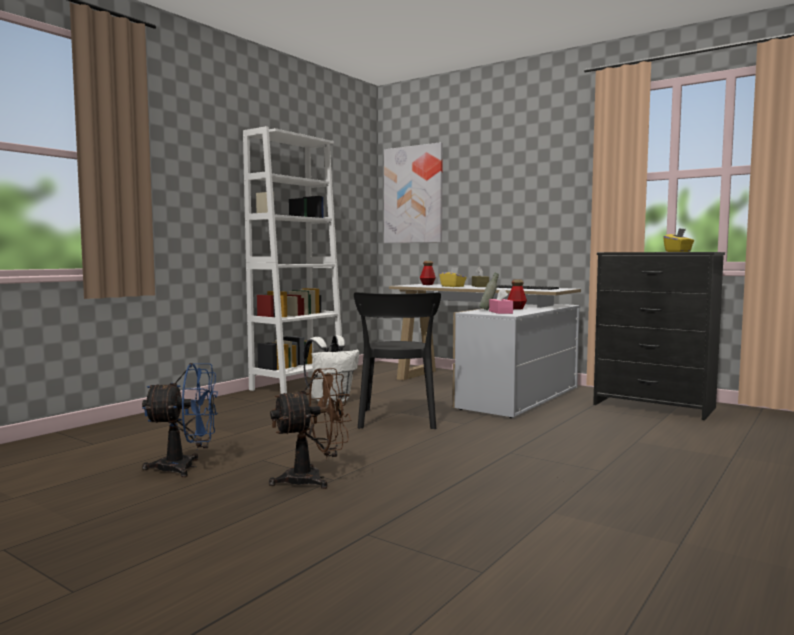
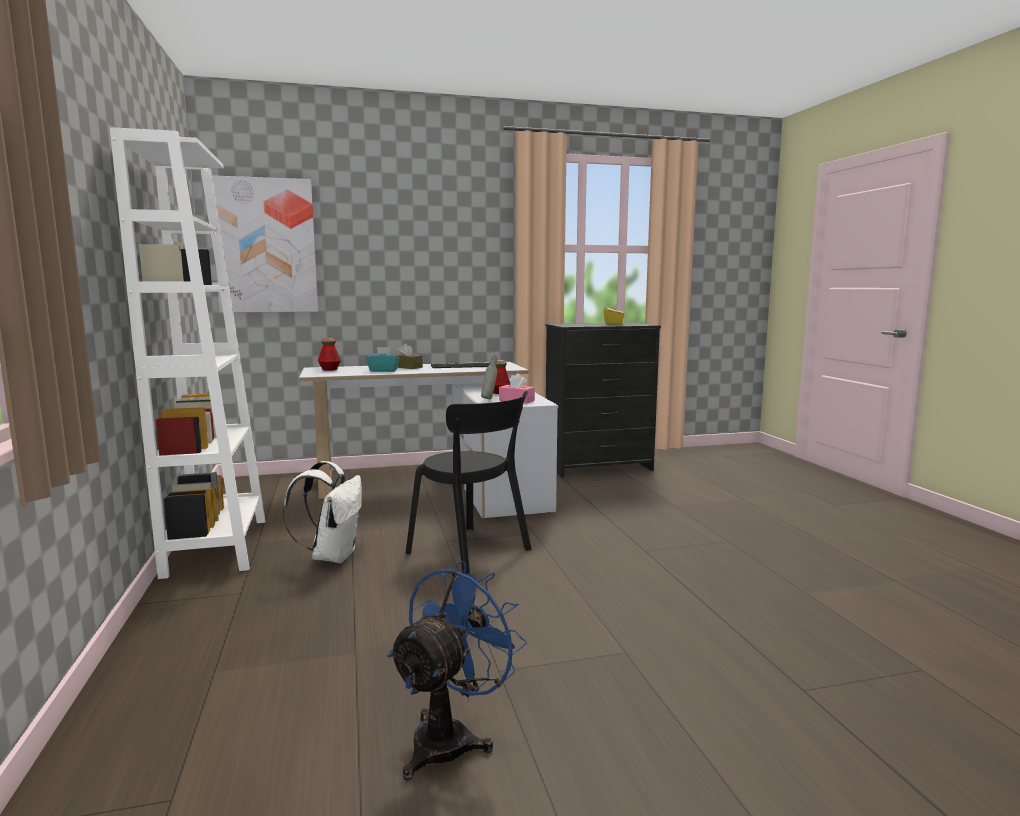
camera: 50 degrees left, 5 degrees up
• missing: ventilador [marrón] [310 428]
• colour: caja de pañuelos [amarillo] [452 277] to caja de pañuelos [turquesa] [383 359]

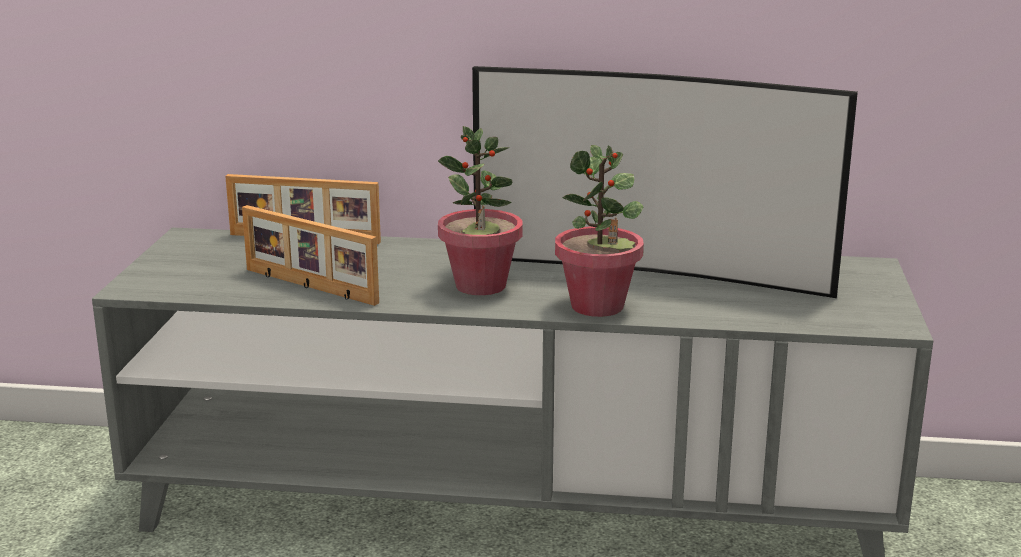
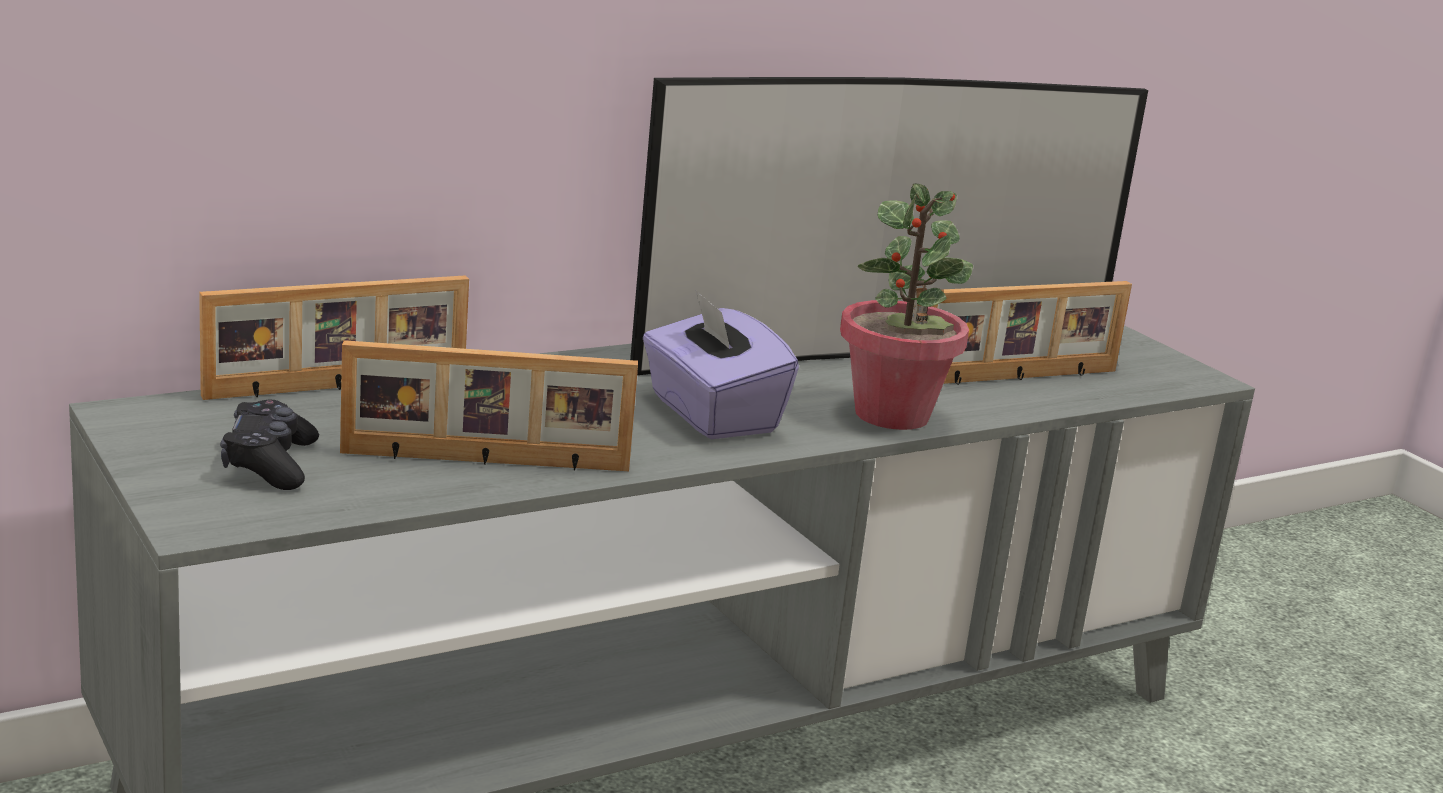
camera: 40 degrees left, 0 degrees up
• exchanged: planta en maceta [480 210] to caja de pañuelos [morado] [721 364]
• appeared: mando de consola [negro] [269 444]
• appeared: portarretratos [1032 333]

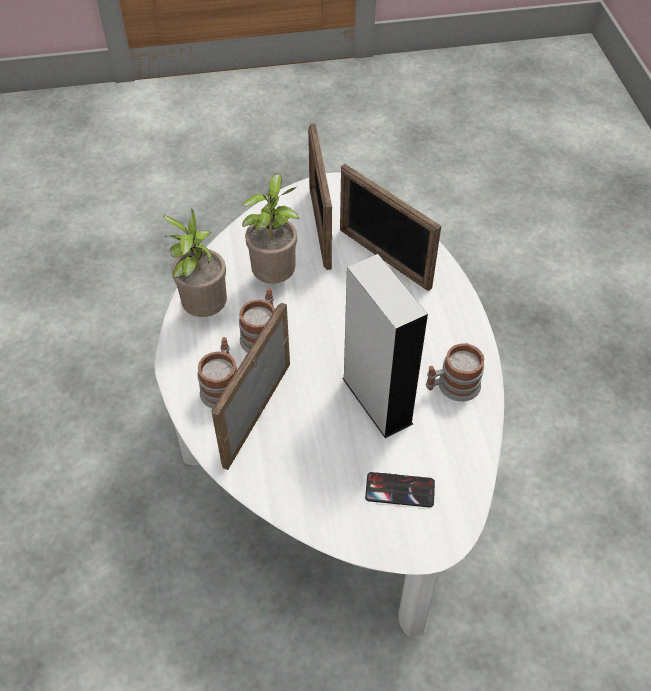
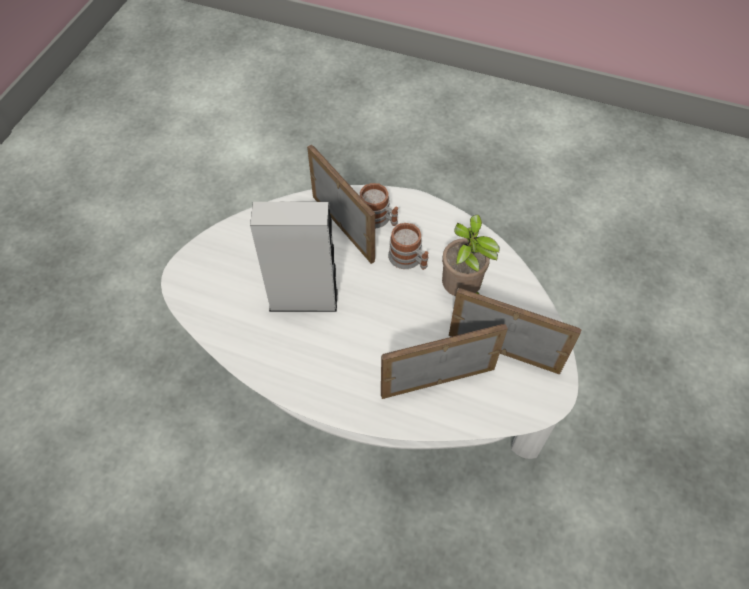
camera: 120 degrees right, 5 degrees up
• missing: planta en maceta [195 263]
• missing: móvil [400 489]
• missing: taza grande [455 372]

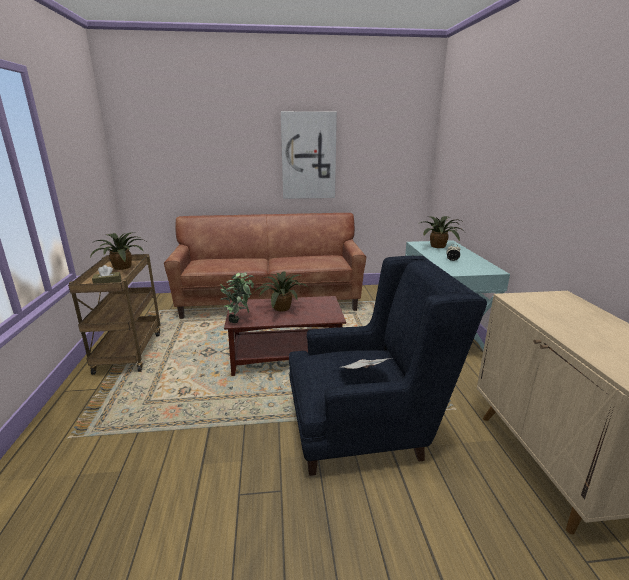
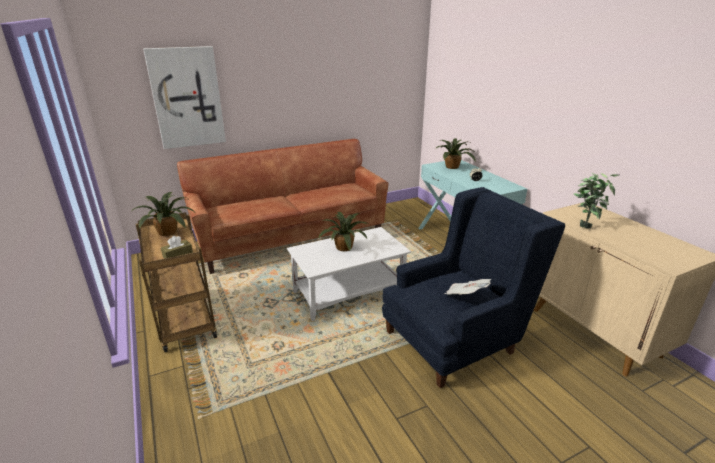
camera: 20 degrees left, 5 degrees up
• relocated: planta en maceta [237 297] to [596 201]
• colour: mesa de centro [marrón] [285 336] to mesa de centro [blanco] [349 274]
• relocated: cuadro [309 155] to [184 97]

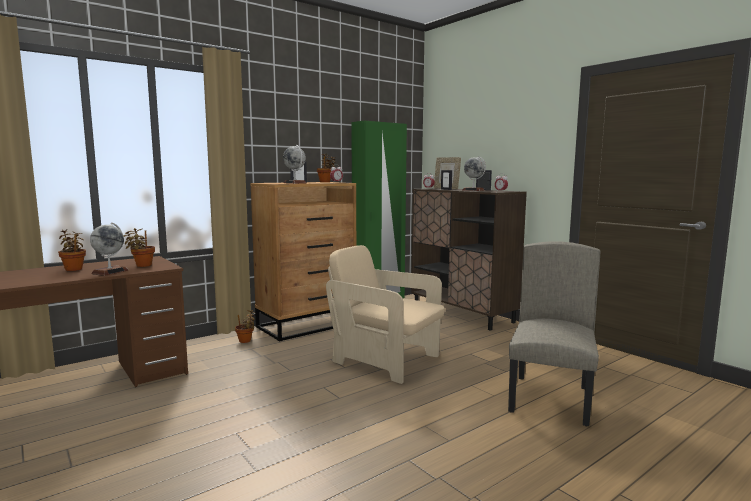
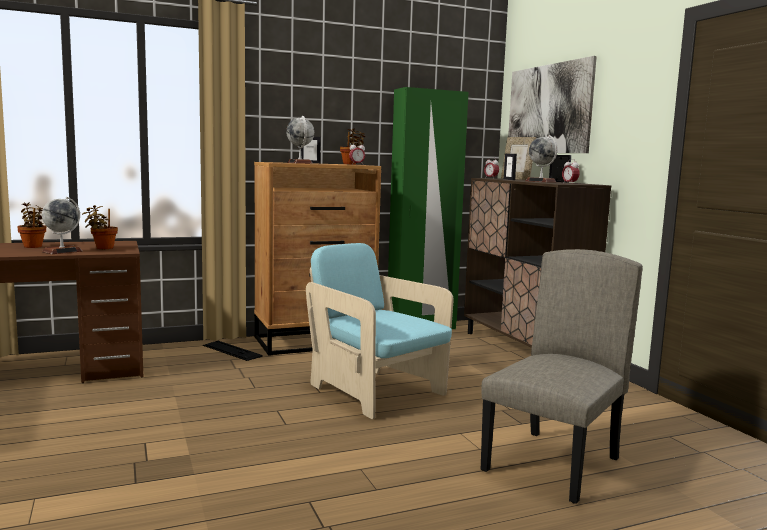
camera: 15 degrees right, 0 degrees up
• exchanged: planta en maceta [245 326] to teclado [232 351]
• colour: sillón [beis] [385 314] to sillón [turquesa] [380 331]
• appeared: cuadro [552 104]

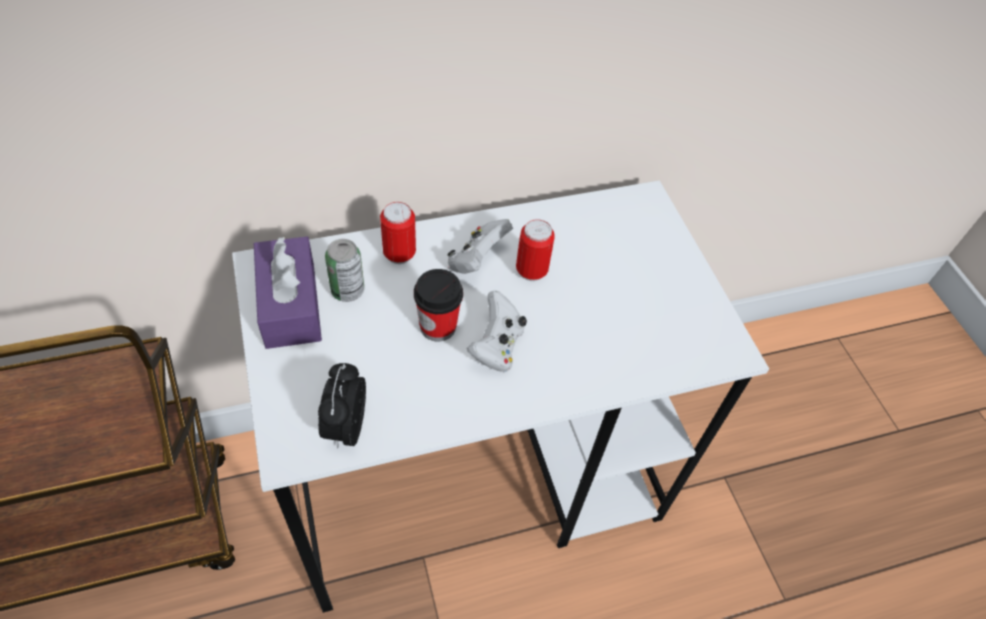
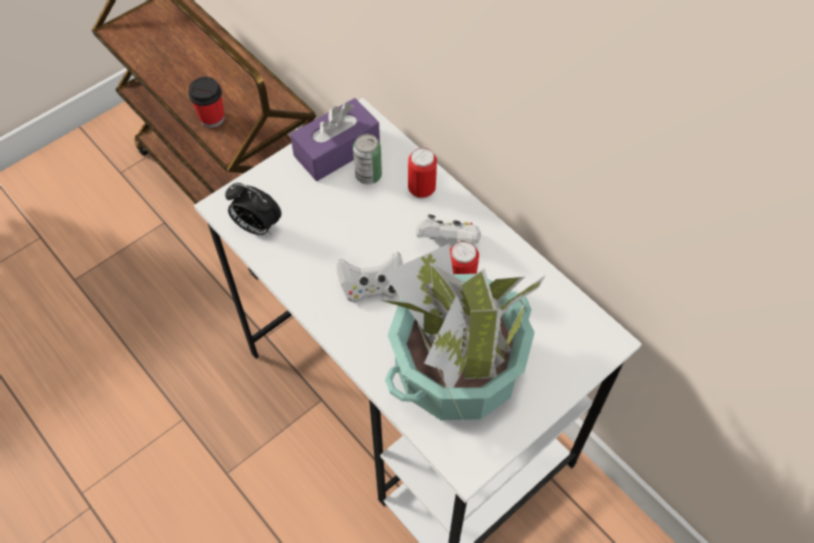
camera: 70 degrees right, 5 degrees up
• spun: despertador [342 406] = [253 209] 135 degrees counterclockwise
• relocated: taza [438 305] to [206 102]
• appeared: planta en maceta [463 333]

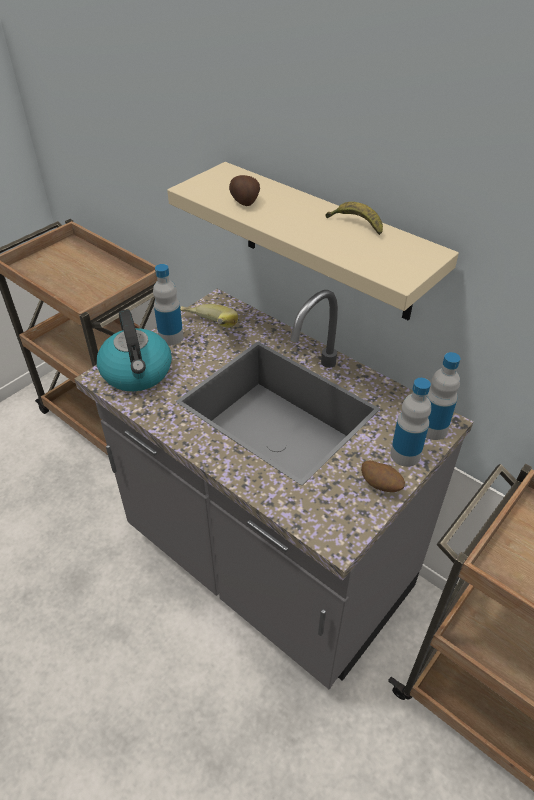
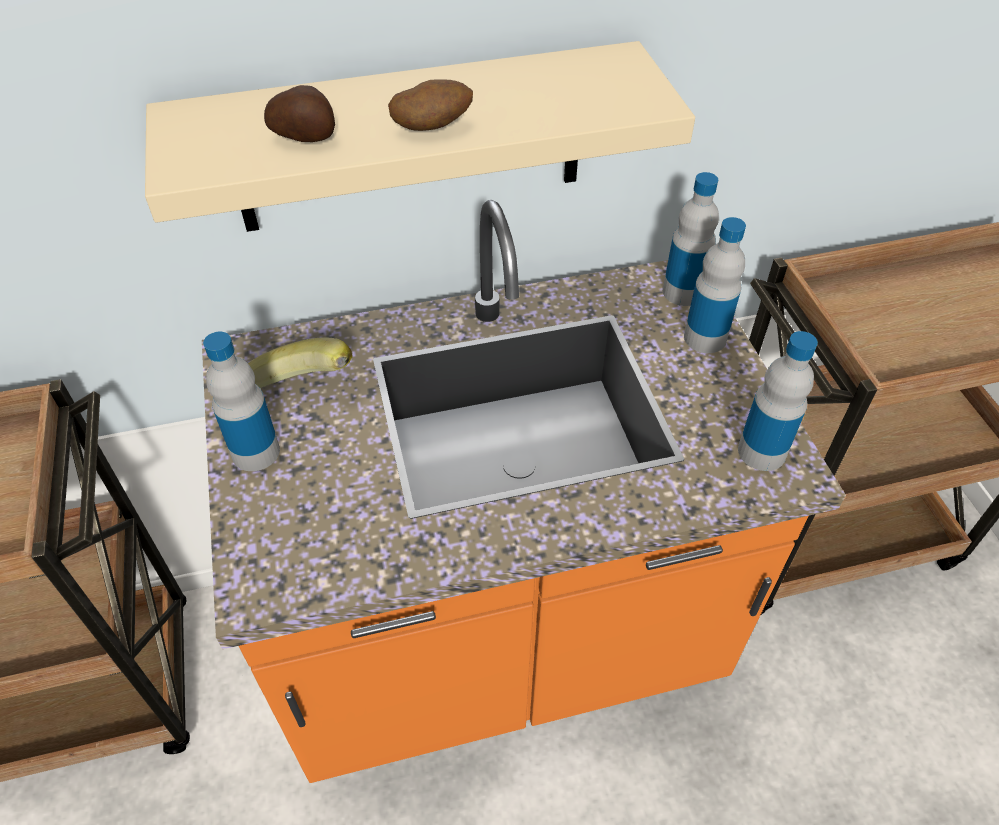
camera: 55 degrees left, 5 degrees up
• colour: mueble bajo de cocina [gris] [274 489] to mueble bajo de cocina [naranja] [524 491]
• missing: hervidor [134 350]
• missing: plátano [354 218]
• relocated: patata [383 476] to [430 105]
• appeared: botella [778 401]

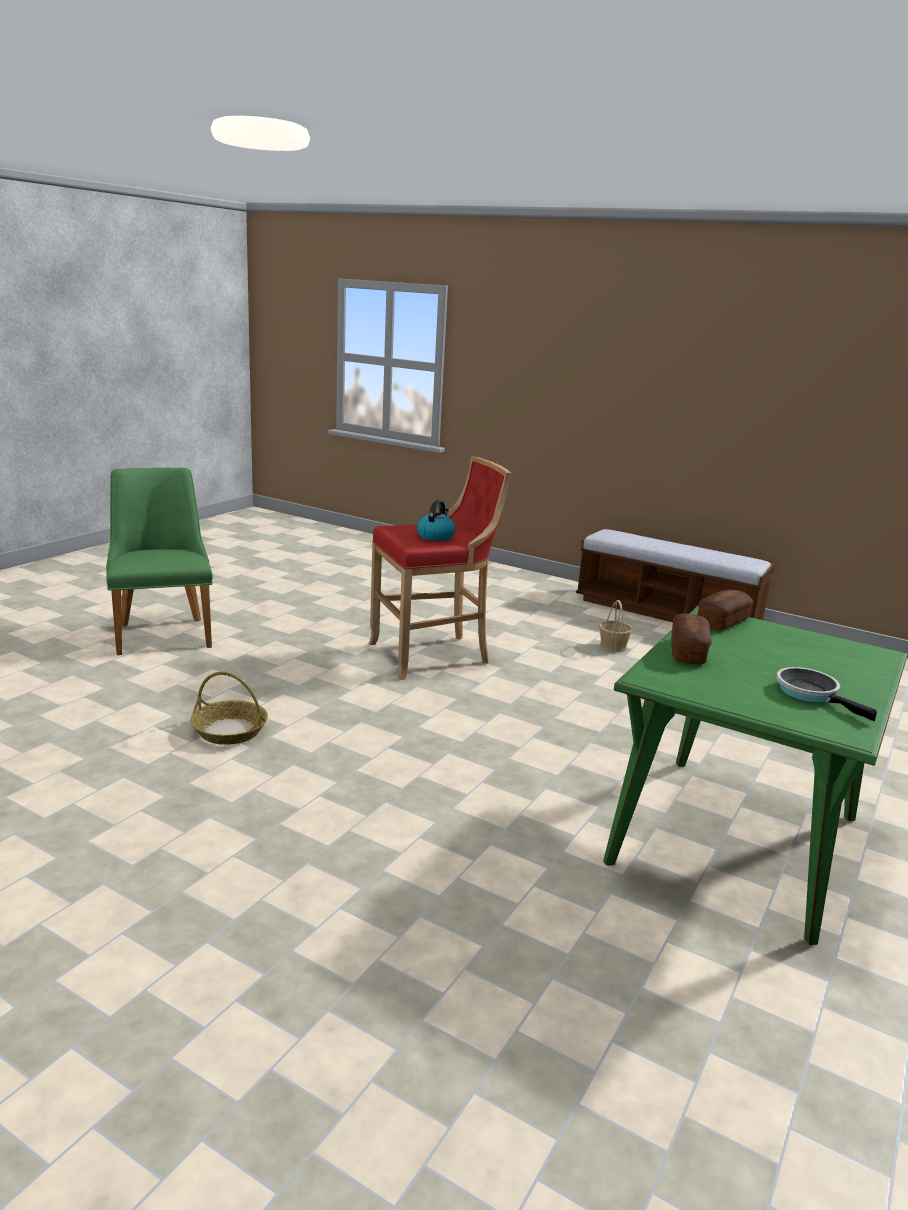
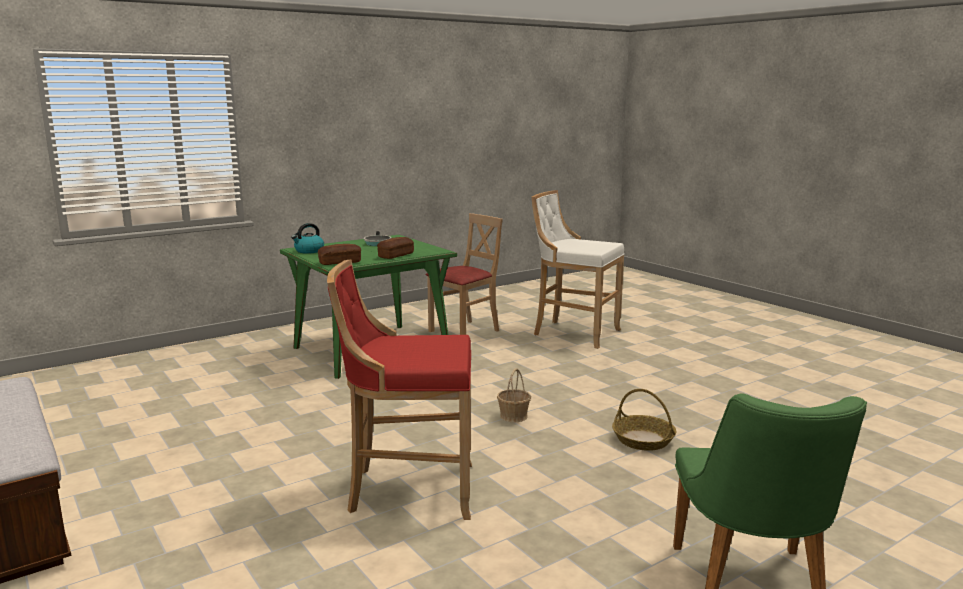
camera: 155 degrees left, 5 degrees down
• relocated: hervidor [436 520] to [307 238]
• relocated: cesta [616 626] to [514 395]
• appeared: silla [beis] [464 274]
• appeared: taburete [blanco] [577 269]

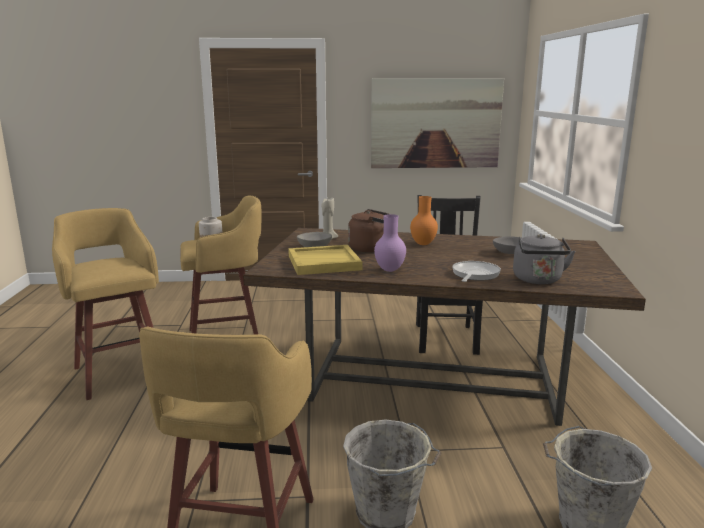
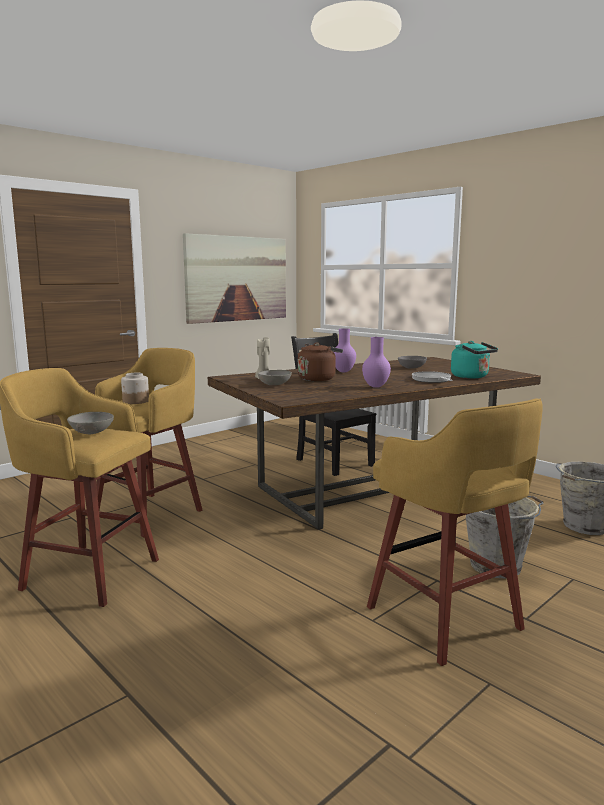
camera: 40 degrees left, 5 degrees down
• missing: bandeja [amarillo] [325 260]
• colour: florero [naranja] [424 220] to florero [morado] [345 350]
• colour: hervidor [gris] [544 259] to hervidor [turquesa] [474 359]
• appeared: cuenco [gris] [90 423]

